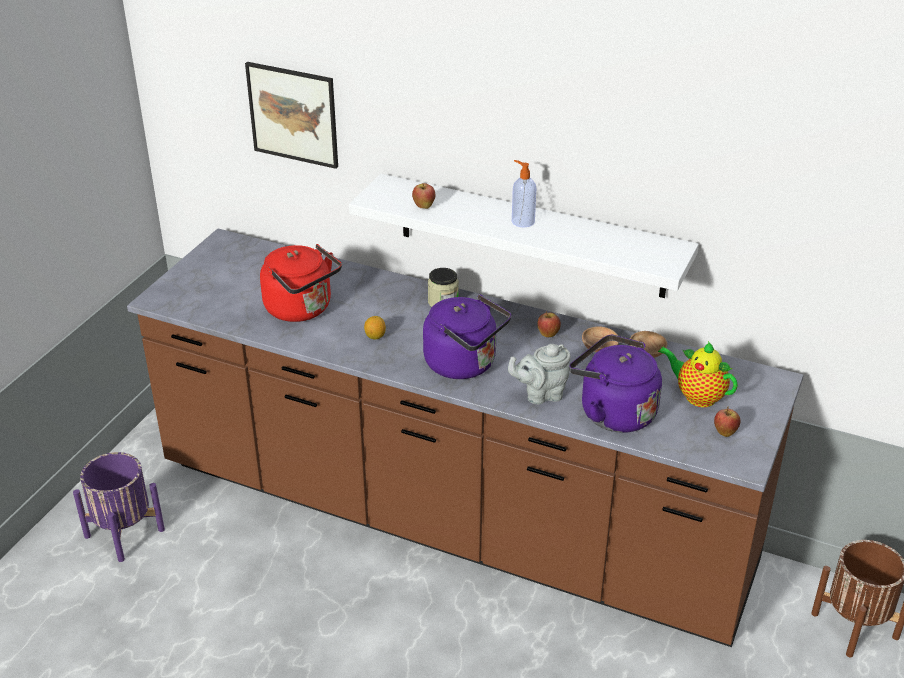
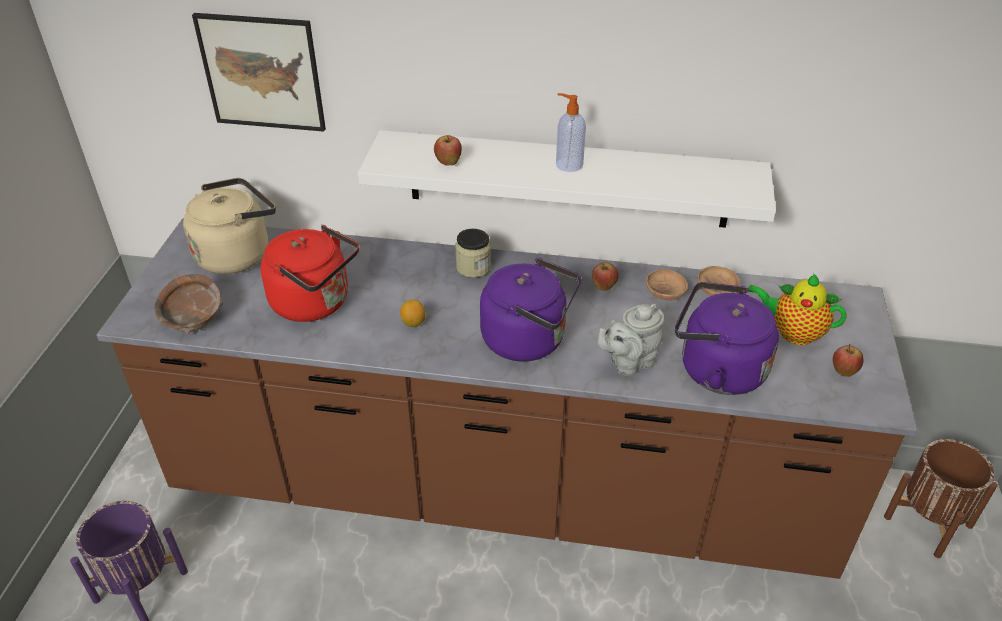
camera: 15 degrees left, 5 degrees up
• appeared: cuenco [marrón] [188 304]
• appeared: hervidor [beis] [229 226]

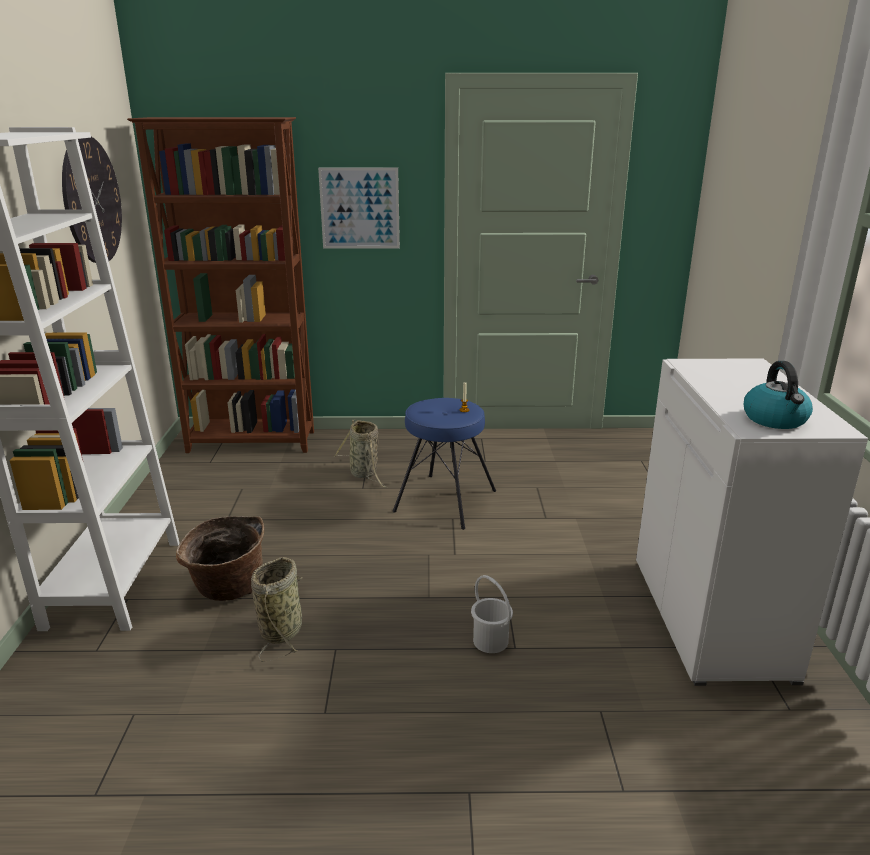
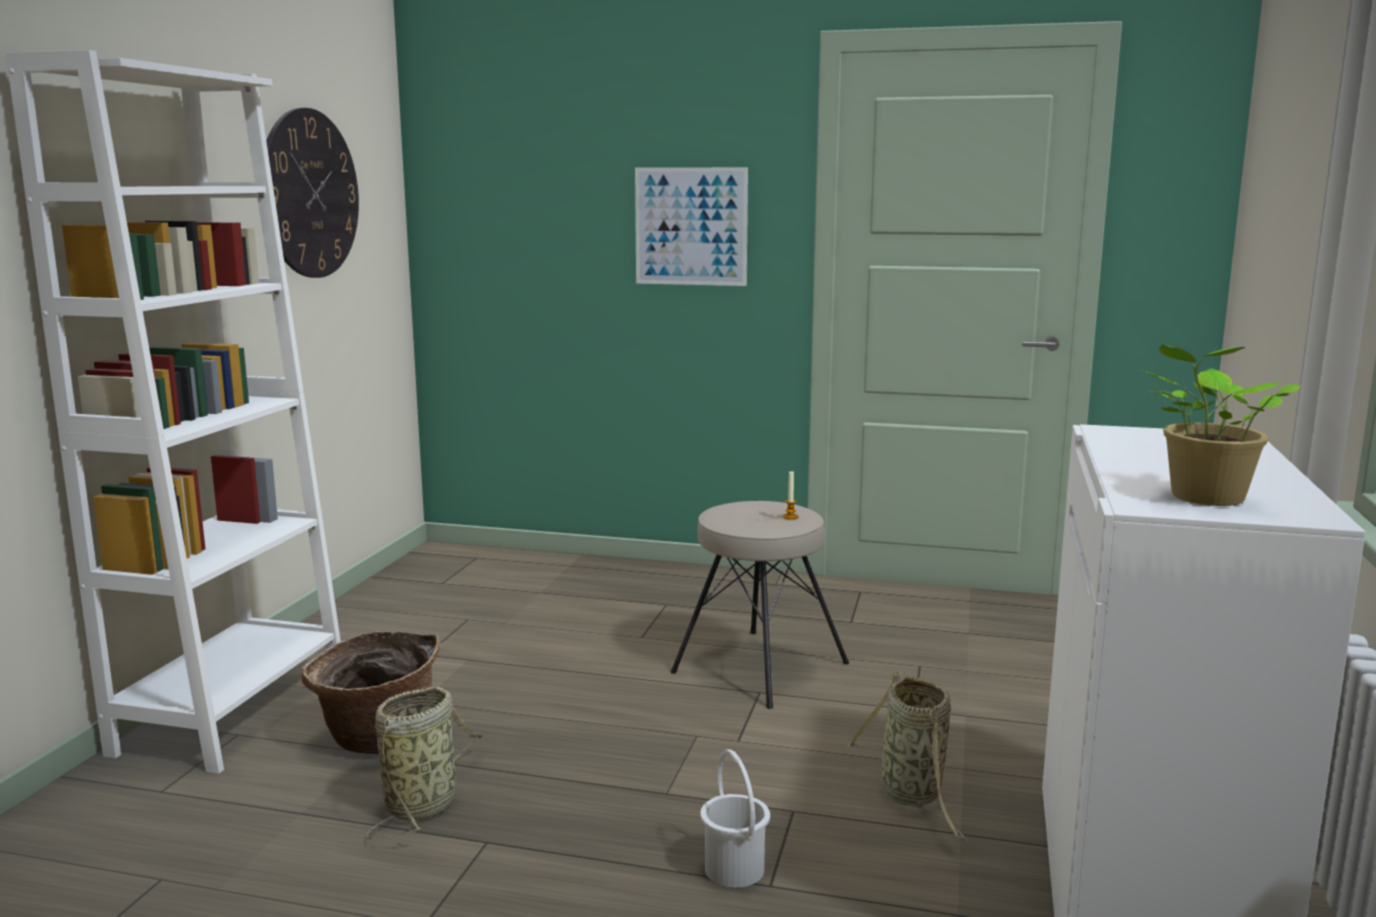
camera: 15 degrees right, 10 degrees down
• missing: estantería [marrón] [220 285]
• relocated: cesta [360 453] to [907 756]
• colour: taburete [azul] [444 464] to taburete [beis] [760 605]
• exchanged: hervidor [778 395] to planta en maceta [1220 425]

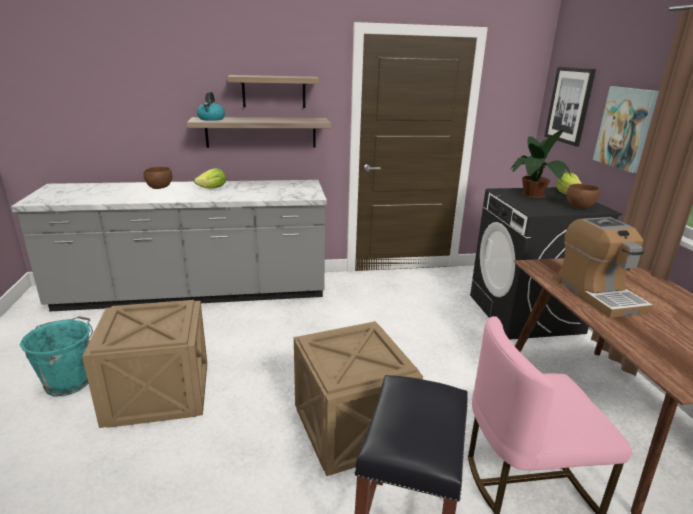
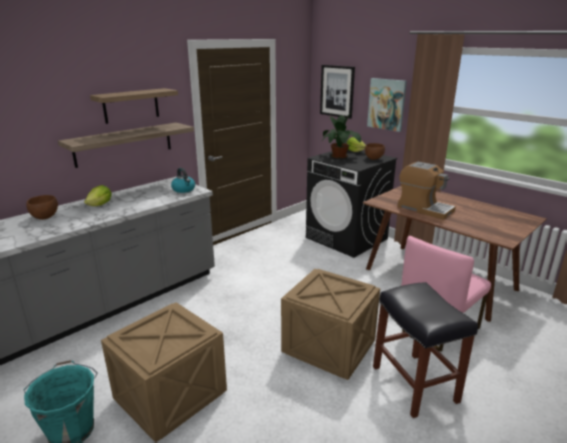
camera: 35 degrees left, 0 degrees up
• relocated: hervidor [211 106] to [183 180]

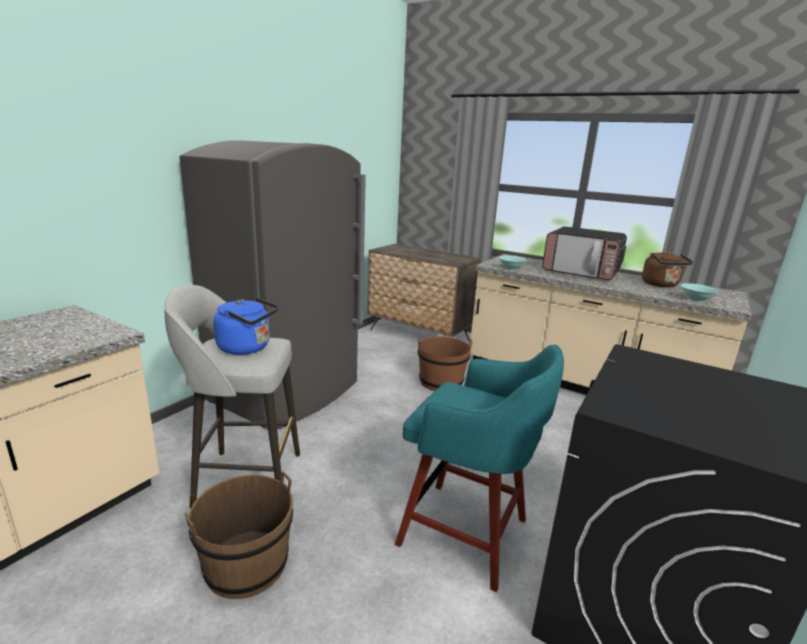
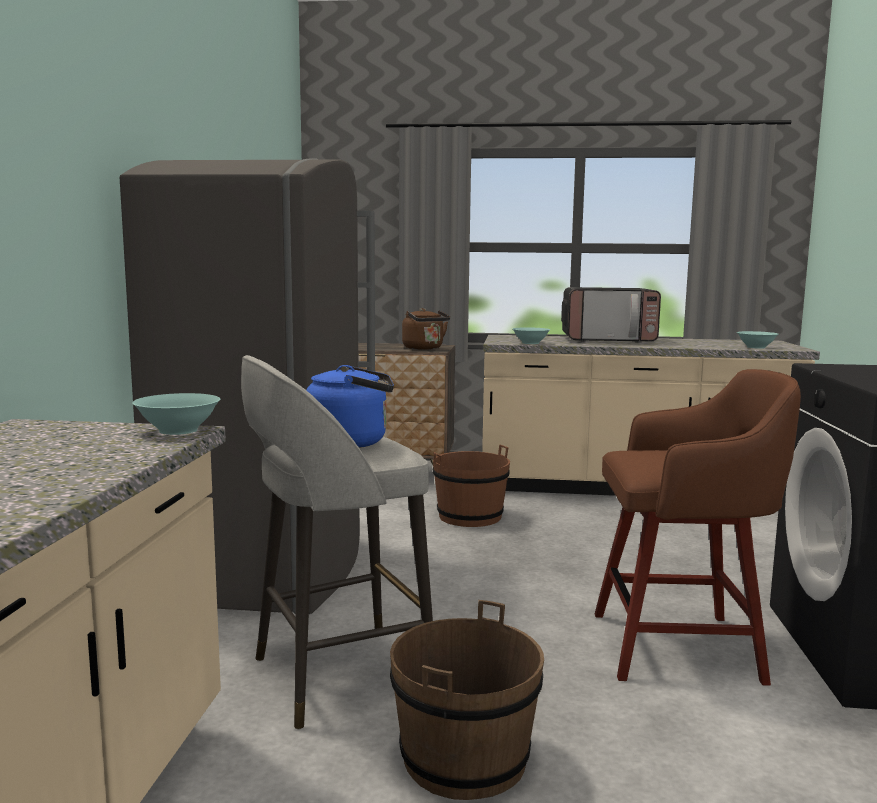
camera: 25 degrees left, 10 degrees down
• colour: taburete [turquesa] [479 468] to taburete [marrón] [698 527]
• relocated: hervidor [marrón] [667 269] to [426 329]
• appeared: cuenco [turquesa] [176 414]

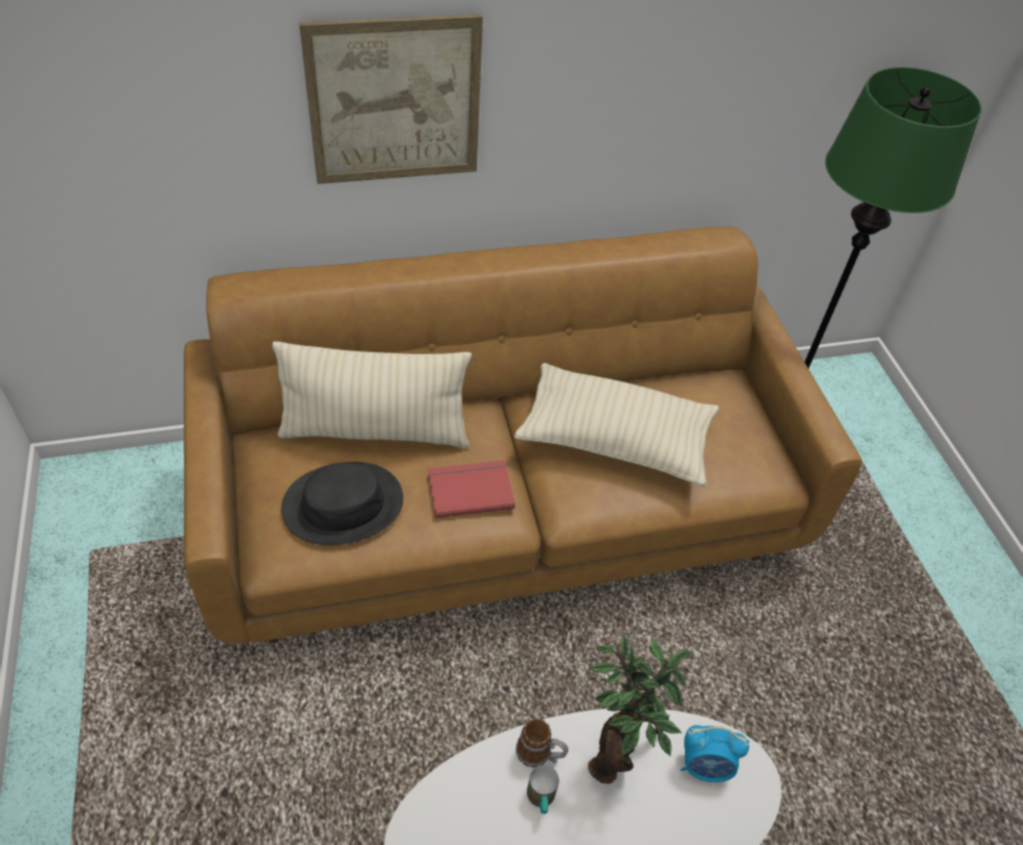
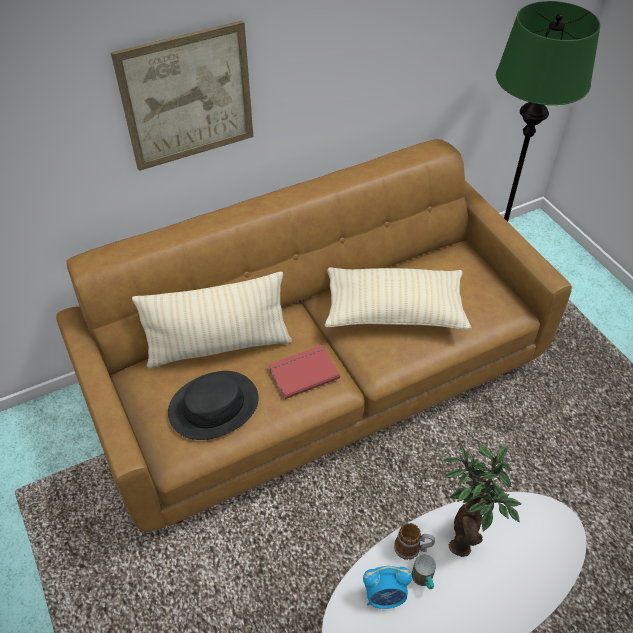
camera: 10 degrees left, 0 degrees up
• relocated: despertador [715 753] to [387 587]

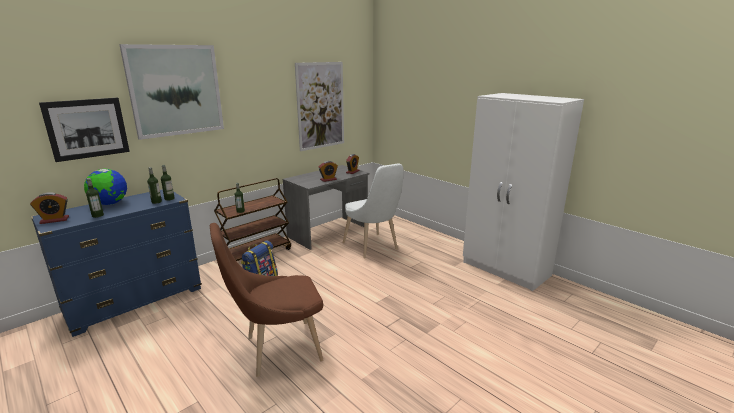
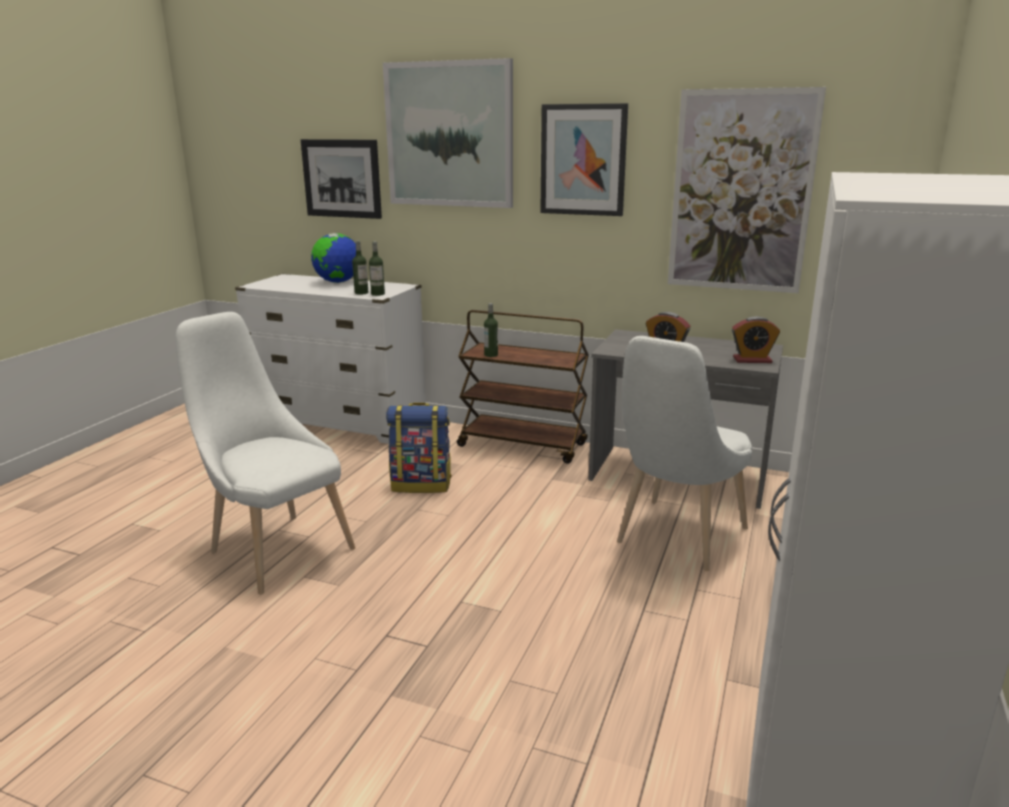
camera: 65 degrees right, 0 degrees up
• missing: despertador [49 208]
• colour: cómoda [azul] [116 263] to cómoda [blanco] [330 359]
• missing: botella [95 198]
• colour: silla [marrón] [267 300] to silla [blanco] [265 453]
• appeared: cuadro [584 159]

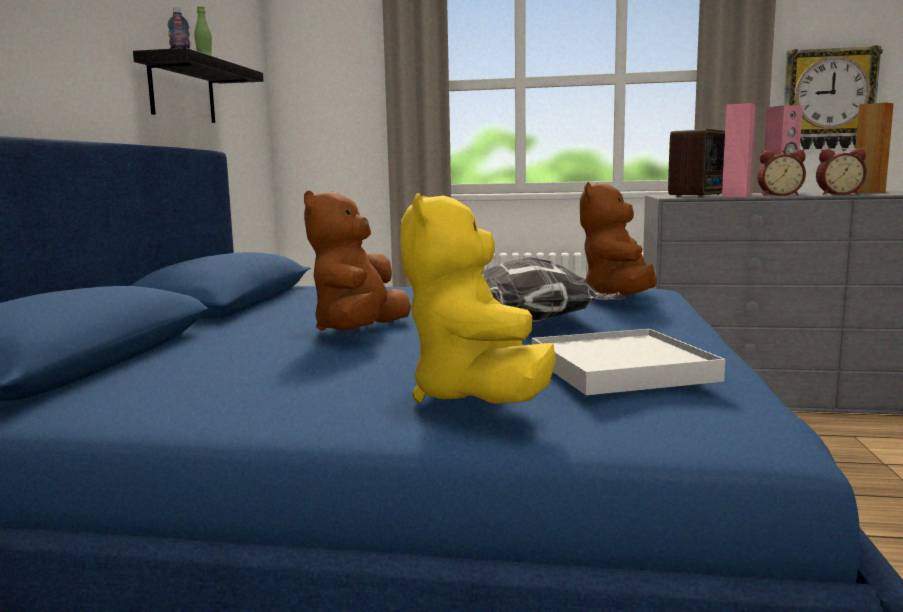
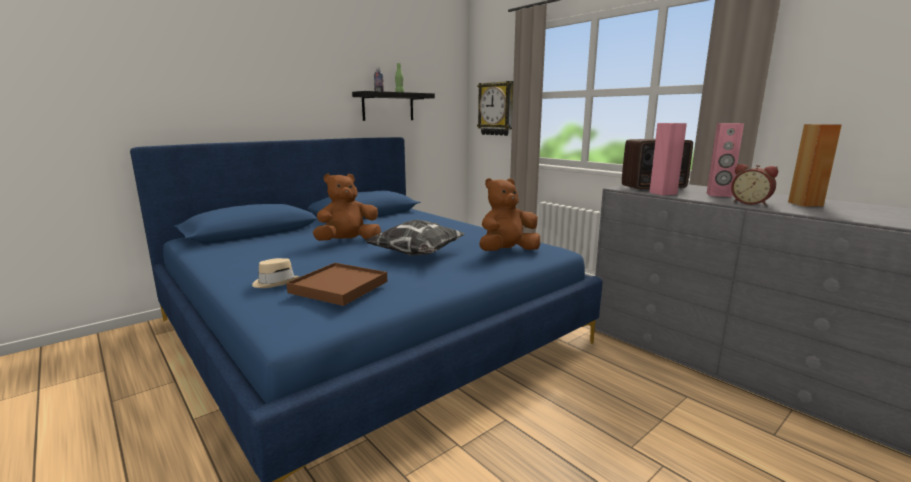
camera: 40 degrees right, 5 degrees up
• exchanged: peluche [amarillo] [478 298] to sombrero [beis] [275 273]
• colour: bandeja [blanco] [628 362] to bandeja [marrón] [337 284]
• missing: despertador [781 173]
• relocated: reloj de pared [833 97] to [495 108]

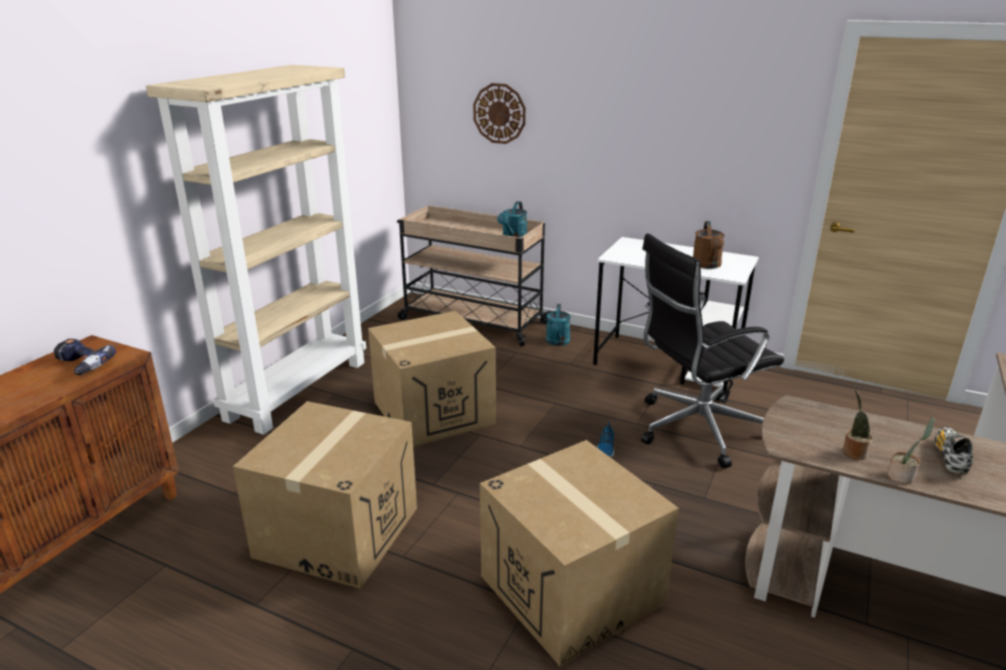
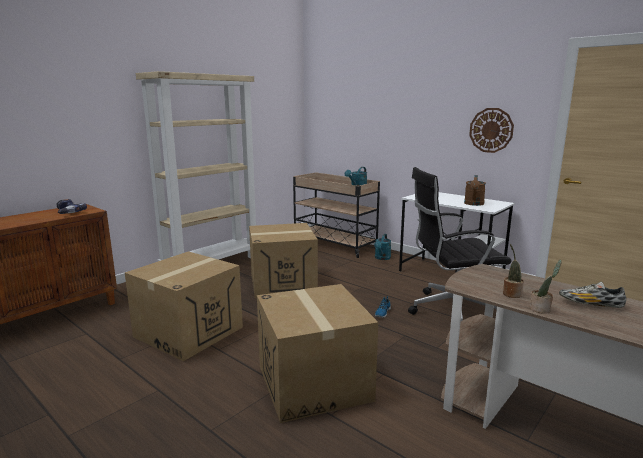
camera: 15 degrees right, 10 degrees down
• relocated: reloj de pared [499 113] to [491 130]
• spun: zapato [953 451] = [592 295] 105 degrees counterclockwise

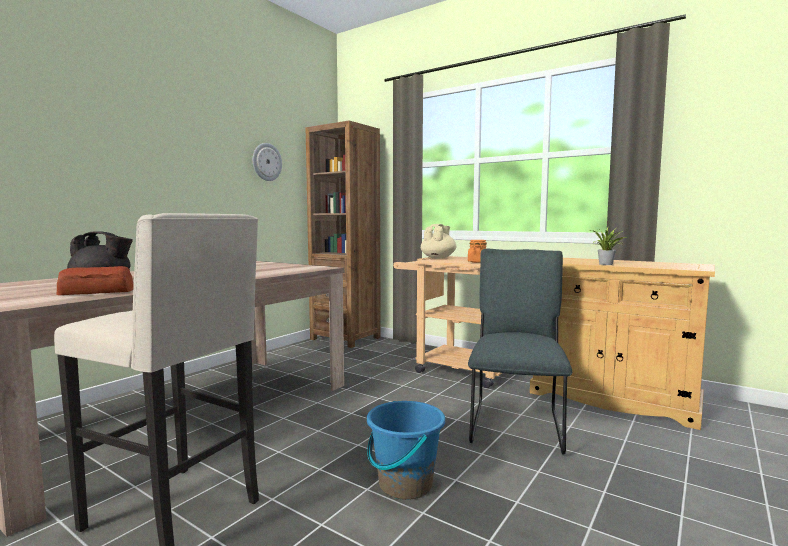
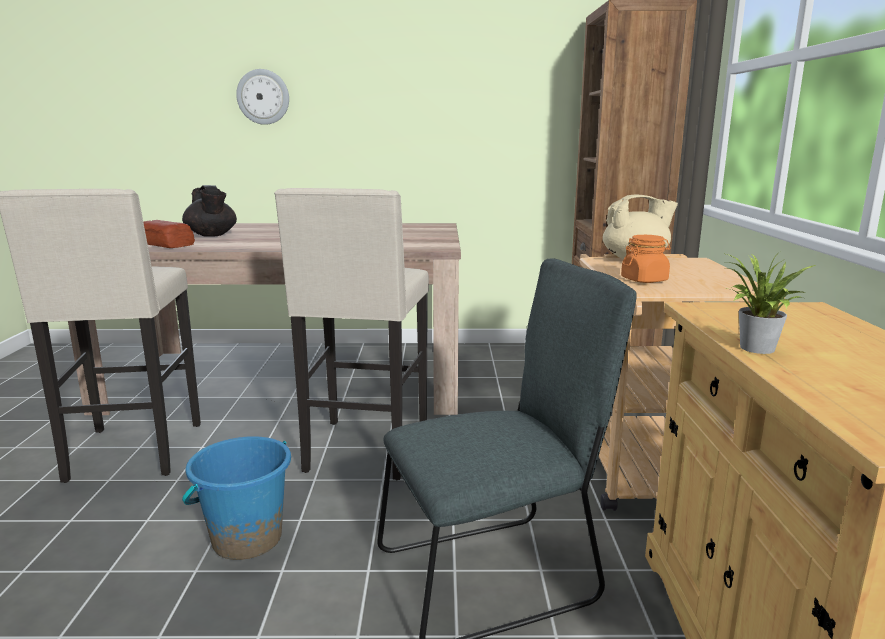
camera: 55 degrees right, 10 degrees up
• relocated: reloj de pared [267 162] to [262 97]
• appeared: taburete [beis] [351 334]

